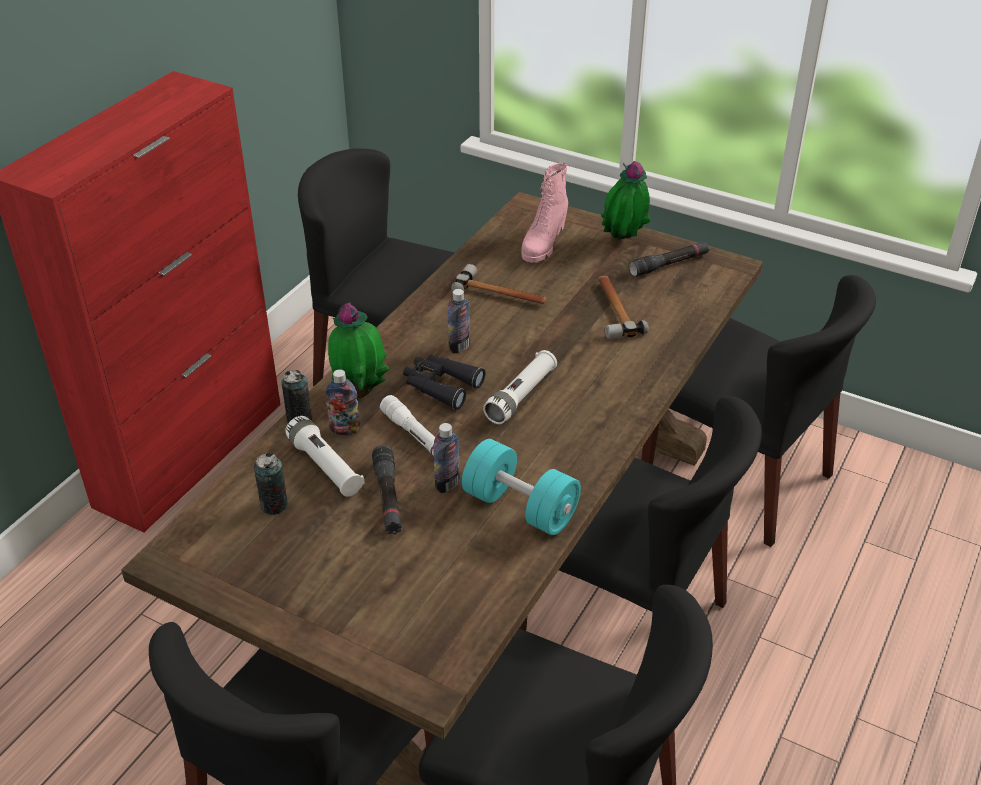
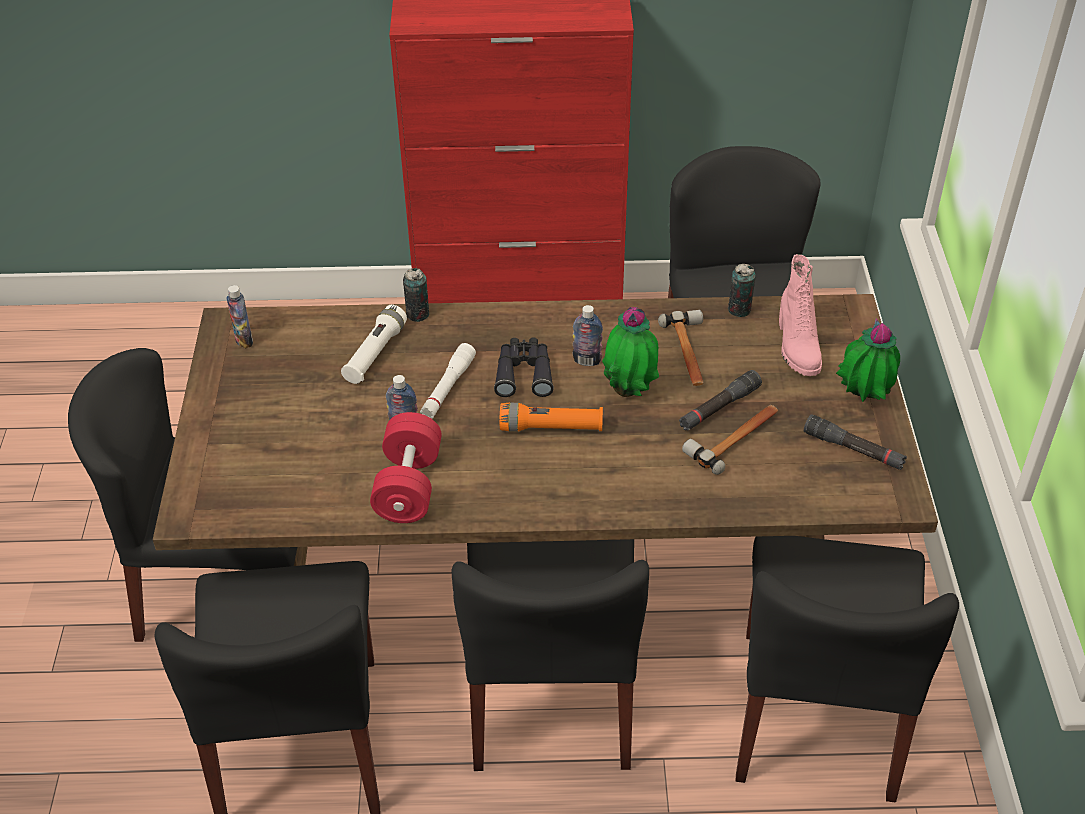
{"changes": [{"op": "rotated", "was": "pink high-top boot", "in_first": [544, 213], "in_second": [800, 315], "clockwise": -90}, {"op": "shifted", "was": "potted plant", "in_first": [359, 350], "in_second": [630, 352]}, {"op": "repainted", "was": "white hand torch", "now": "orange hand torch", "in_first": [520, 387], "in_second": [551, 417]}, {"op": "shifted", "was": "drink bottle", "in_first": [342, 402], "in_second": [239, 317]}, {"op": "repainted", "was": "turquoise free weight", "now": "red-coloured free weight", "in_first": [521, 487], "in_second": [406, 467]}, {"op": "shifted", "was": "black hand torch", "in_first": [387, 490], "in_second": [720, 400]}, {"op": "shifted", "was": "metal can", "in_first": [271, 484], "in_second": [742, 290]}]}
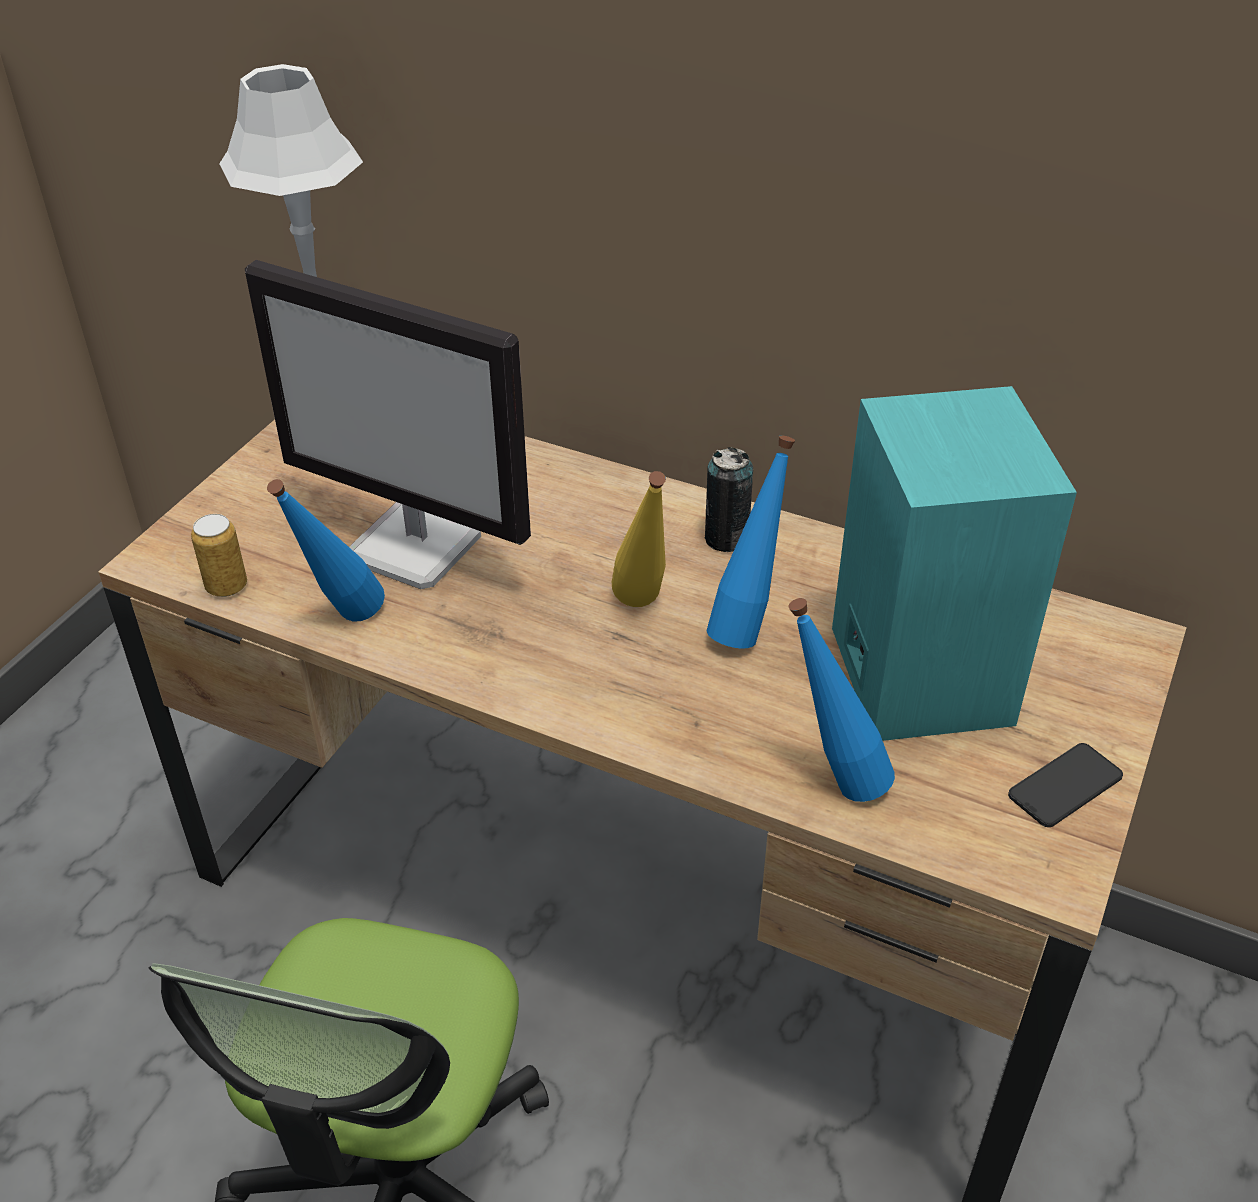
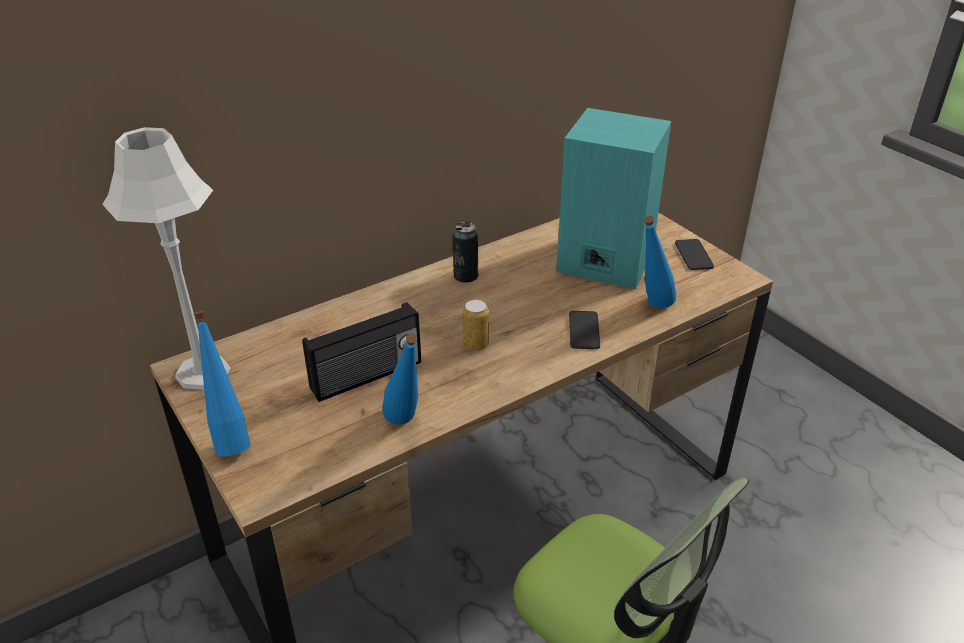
{"changes": [{"op": "swapped", "was": "monitor", "now": "radio set", "in_first": [388, 424], "in_second": [361, 352]}, {"op": "shifted", "was": "bluish drink bottle", "in_first": [751, 542], "in_second": [222, 383]}, {"op": "gone", "was": "yellowish drink bottle", "in_first": [639, 539]}, {"op": "shifted", "was": "metal can", "in_first": [219, 555], "in_second": [476, 325]}, {"op": "new", "now": "phone", "in_second": [584, 330]}]}
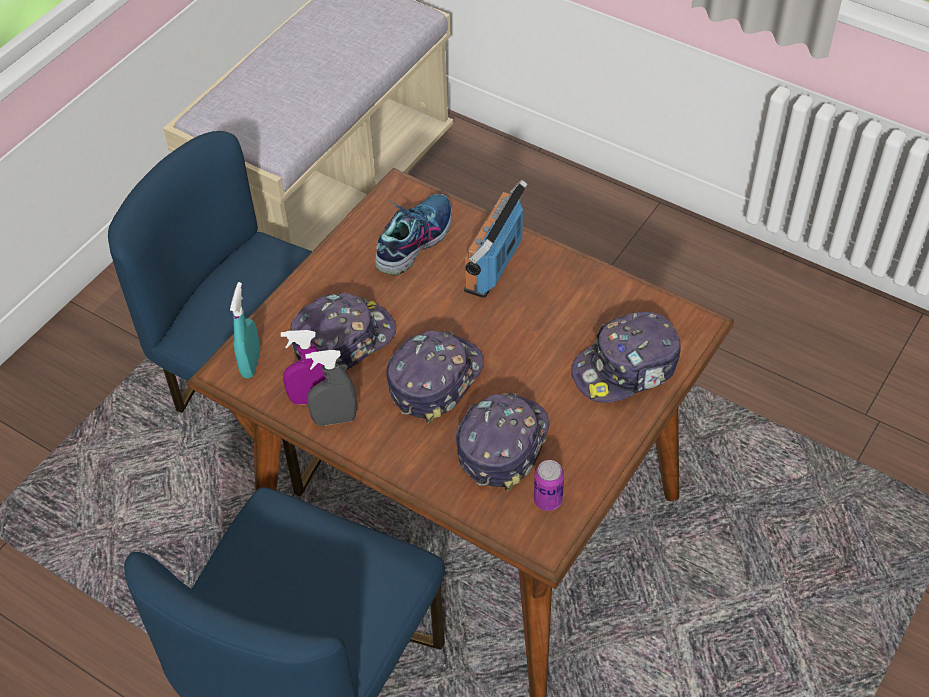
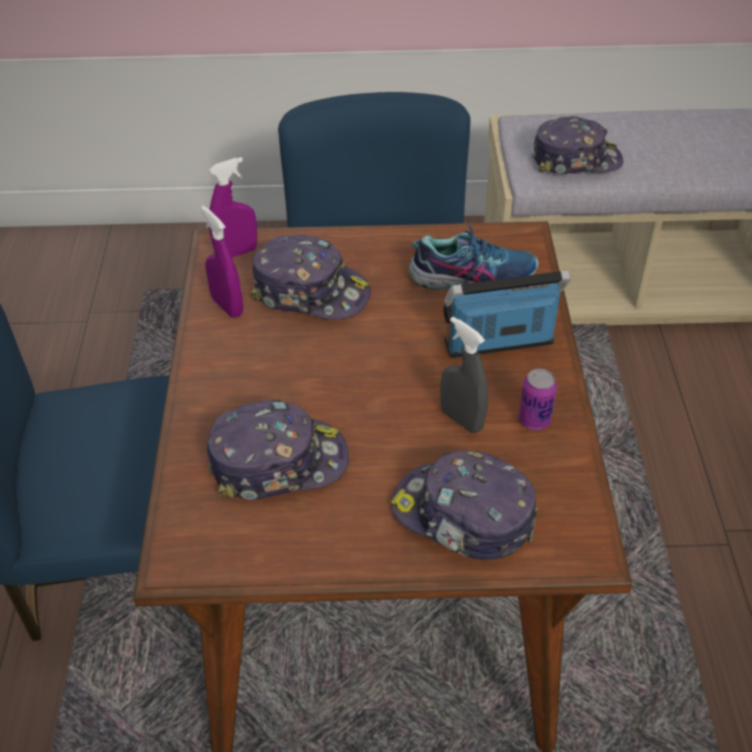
{"changes": [{"op": "repainted", "was": "turquoise sprayer", "now": "purple-coloured sprayer", "in_first": [245, 330], "in_second": [233, 207]}, {"op": "shifted", "was": "baseball cap", "in_first": [435, 377], "in_second": [577, 145]}, {"op": "shifted", "was": "greyish sprayer", "in_first": [331, 388], "in_second": [464, 375]}, {"op": "shifted", "was": "metal can", "in_first": [549, 485], "in_second": [538, 399]}]}
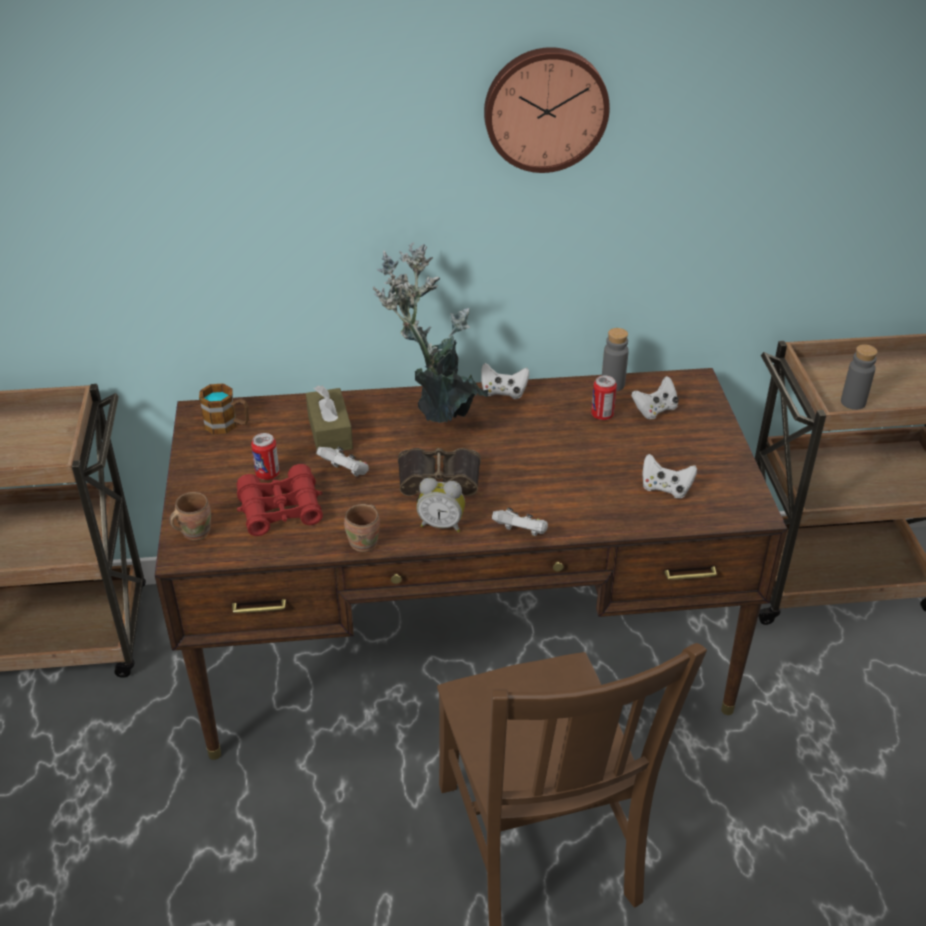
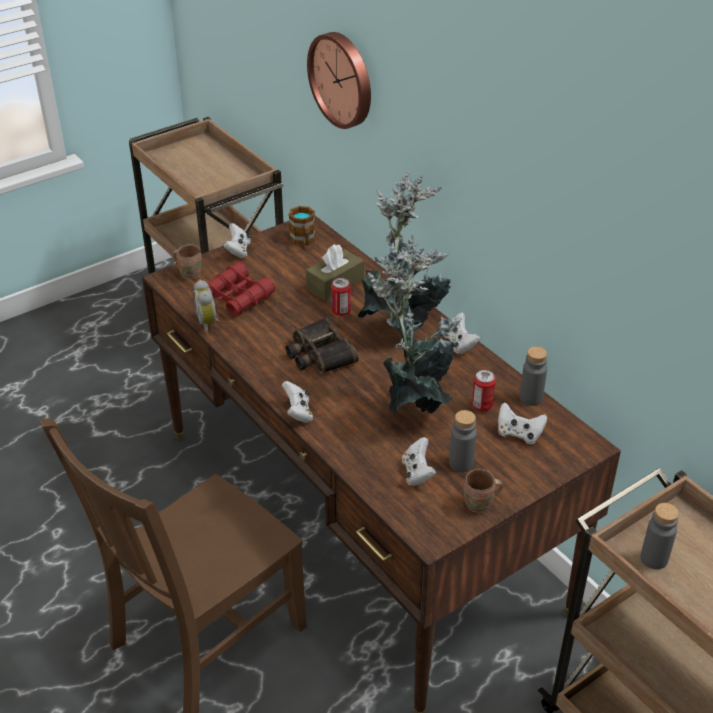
{"changes": [{"op": "shifted", "was": "clock on the wall", "in_first": [547, 110], "in_second": [339, 80]}, {"op": "shifted", "was": "metal can", "in_first": [265, 456], "in_second": [341, 297]}, {"op": "shifted", "was": "white joypad", "in_first": [342, 462], "in_second": [237, 240]}, {"op": "shifted", "was": "alarm clock", "in_first": [440, 505], "in_second": [206, 306]}, {"op": "shifted", "was": "brownish mug", "in_first": [362, 528], "in_second": [483, 491]}, {"op": "new", "now": "potted plant", "in_second": [414, 328]}, {"op": "new", "now": "greyish drink bottle", "in_second": [463, 441]}]}
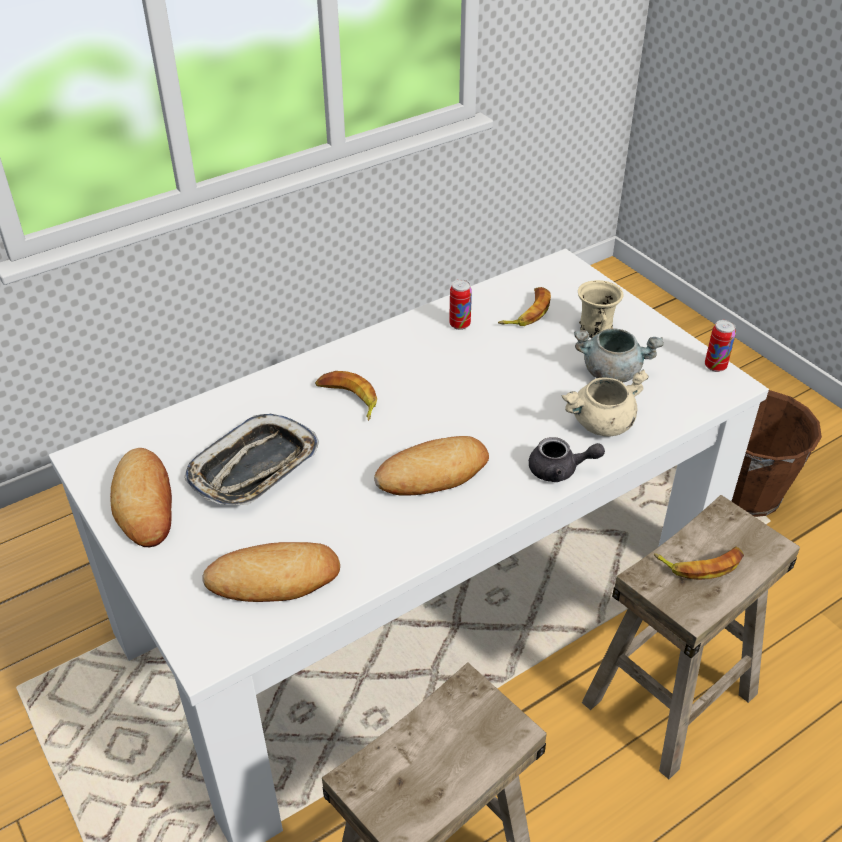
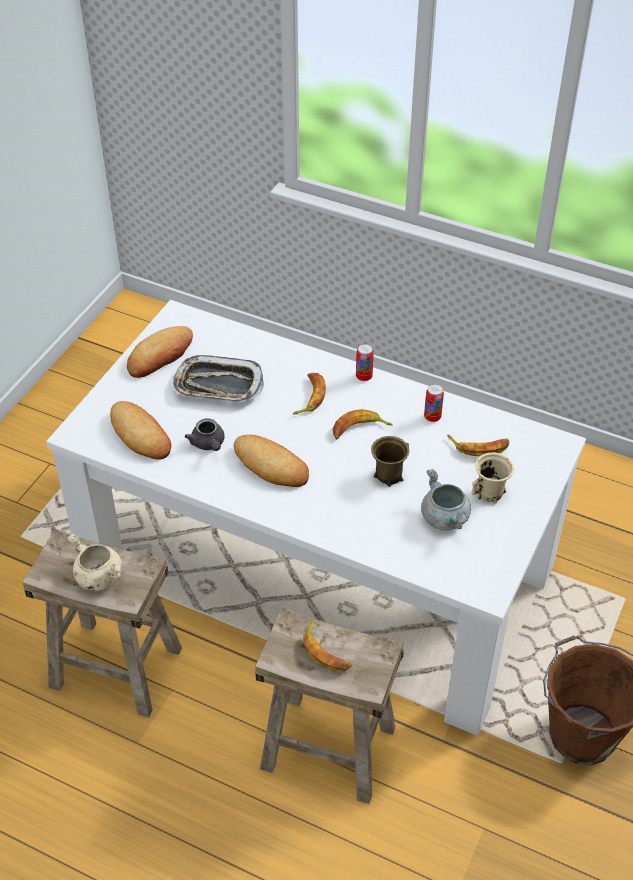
{"changes": [{"op": "shifted", "was": "metal can", "in_first": [720, 346], "in_second": [365, 362]}, {"op": "shifted", "was": "beige-coloured cooking pot", "in_first": [605, 403], "in_second": [95, 562]}, {"op": "shifted", "was": "greyish teapot", "in_first": [567, 459], "in_second": [205, 434]}, {"op": "new", "now": "banana", "in_second": [362, 424]}, {"op": "new", "now": "brownish mug", "in_second": [390, 461]}]}
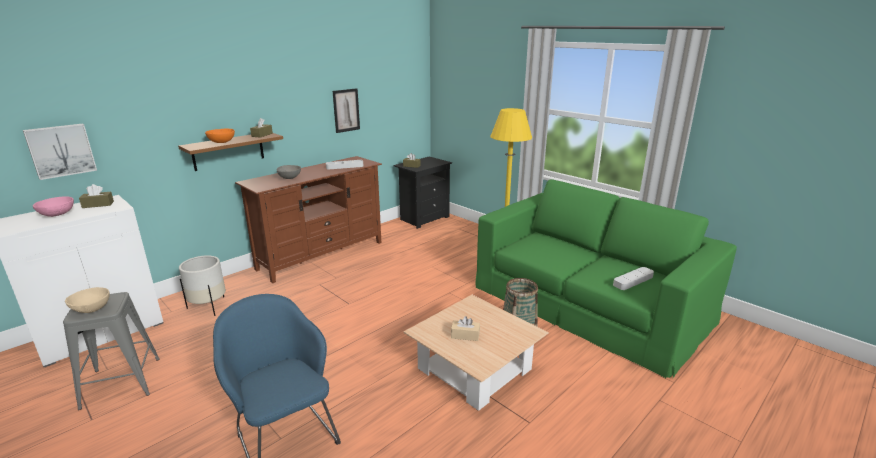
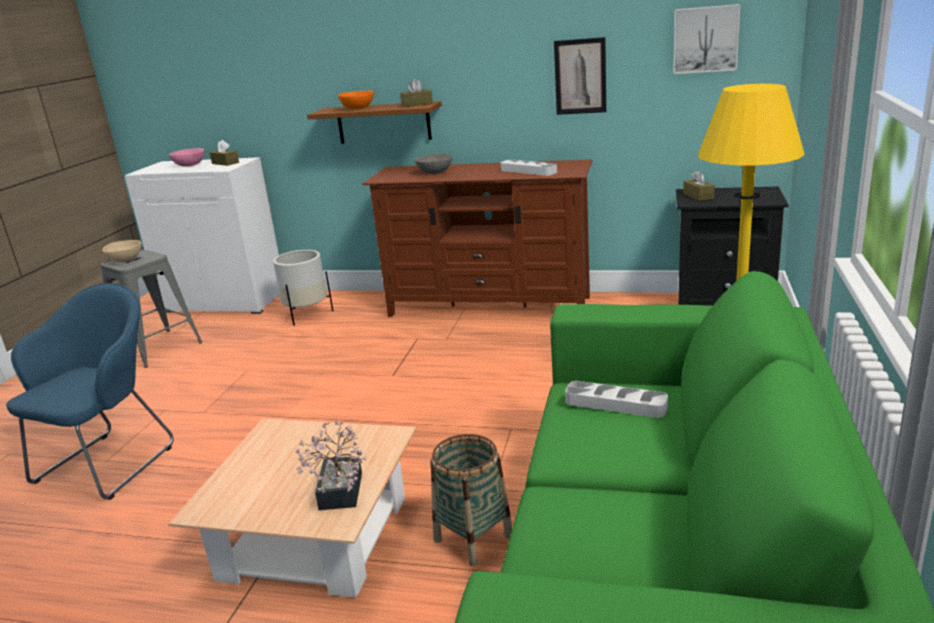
{"changes": [{"op": "shifted", "was": "wall art", "in_first": [60, 151], "in_second": [706, 39]}, {"op": "shifted", "was": "greyish tray", "in_first": [633, 278], "in_second": [616, 399]}, {"op": "gone", "was": "beige-coloured tissue holder", "in_first": [465, 328]}, {"op": "new", "now": "potted plant", "in_second": [331, 465]}]}
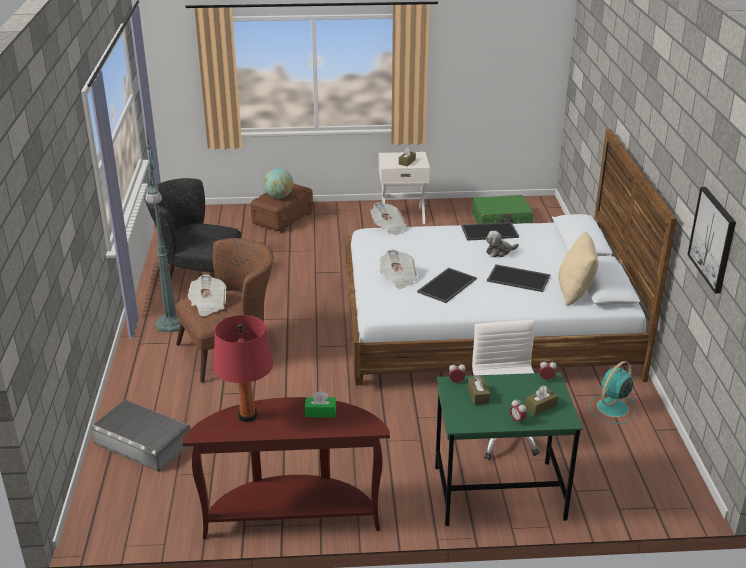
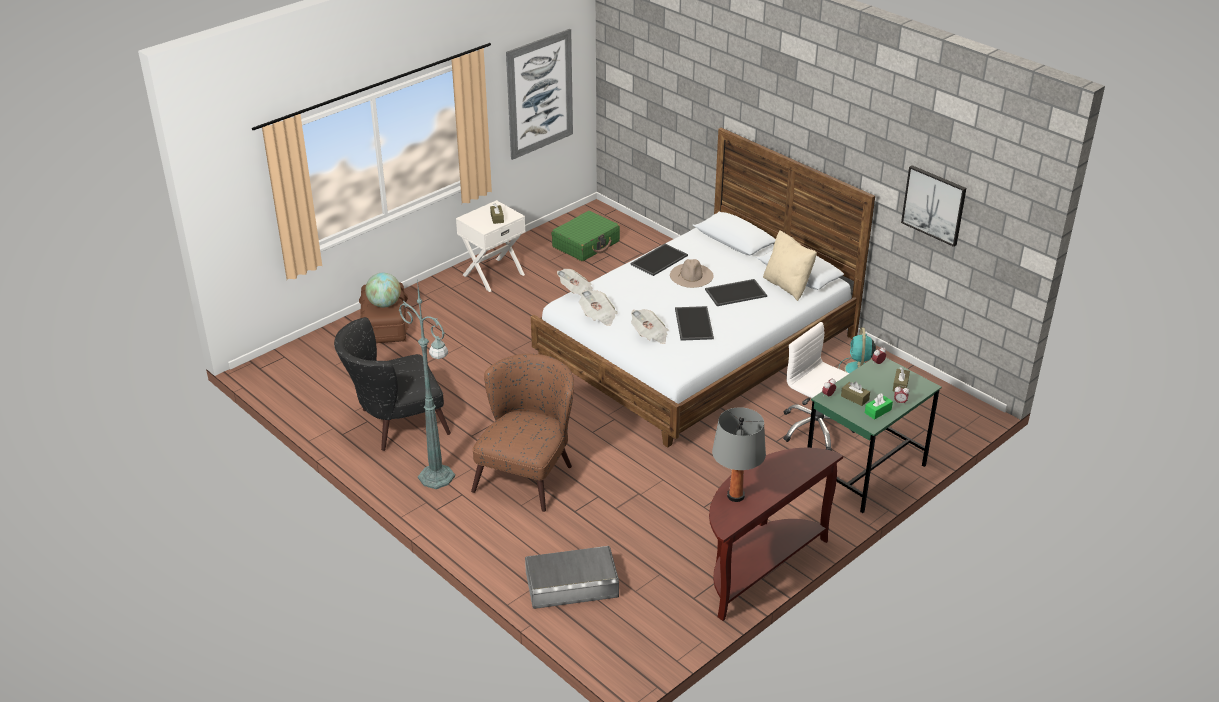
{"changes": [{"op": "swapped", "was": "plush toy", "now": "beige-coloured wearable hat", "in_first": [502, 244], "in_second": [692, 273]}, {"op": "shifted", "was": "daily paper", "in_first": [207, 295], "in_second": [598, 308]}, {"op": "repainted", "was": "red-coloured table lamp", "now": "greyish table lamp", "in_first": [243, 368], "in_second": [739, 454]}, {"op": "shifted", "was": "greenish tissue holder", "in_first": [320, 404], "in_second": [879, 406]}, {"op": "new", "now": "wall art", "in_second": [539, 94]}]}
